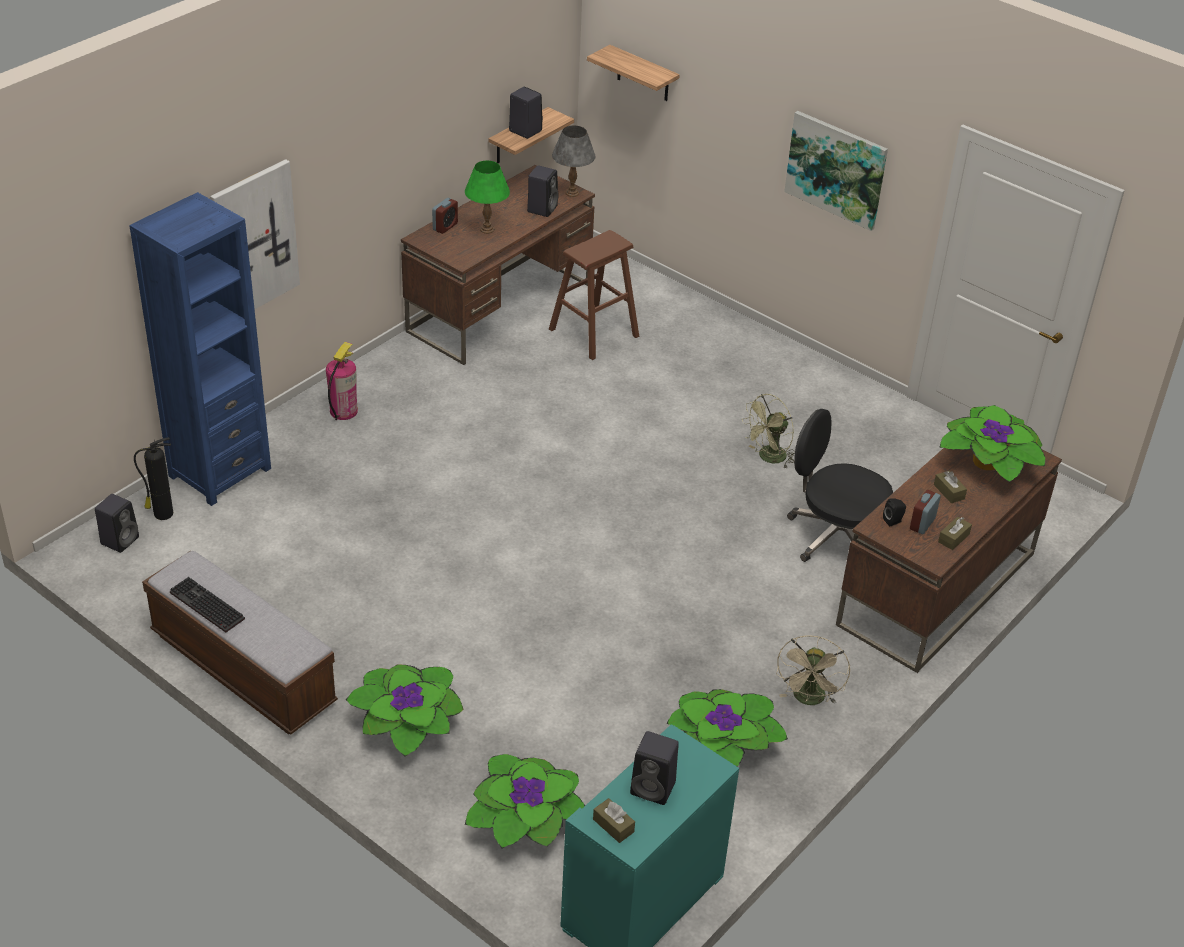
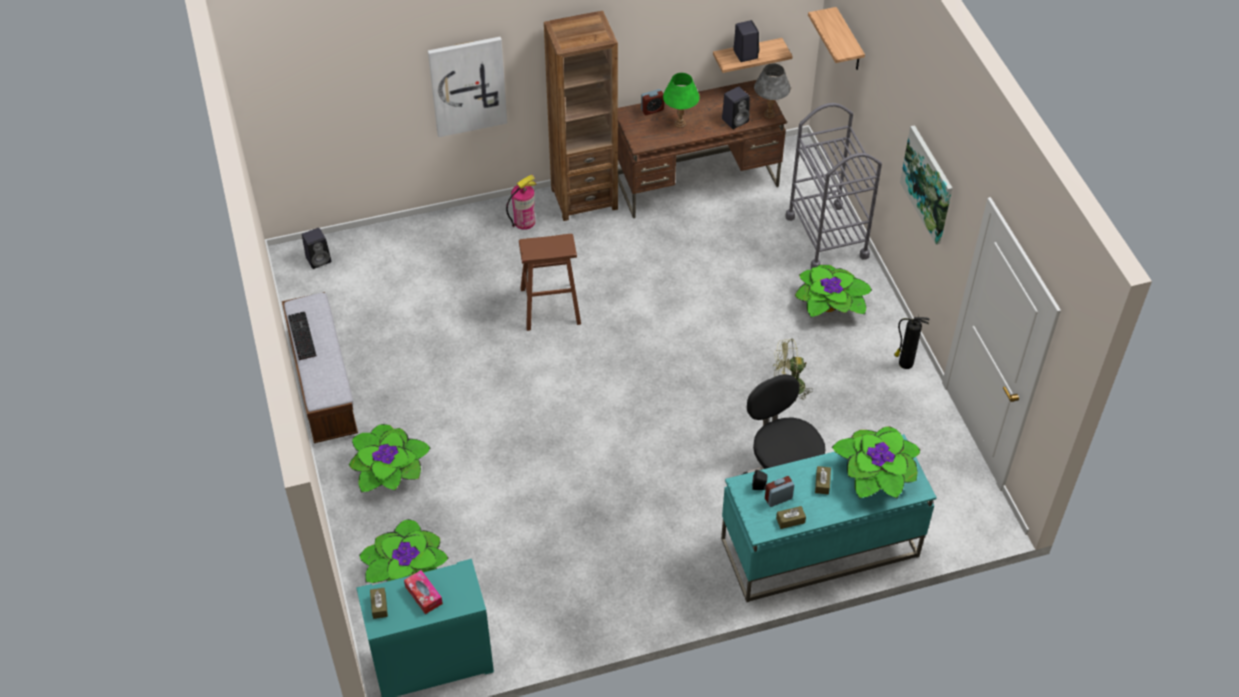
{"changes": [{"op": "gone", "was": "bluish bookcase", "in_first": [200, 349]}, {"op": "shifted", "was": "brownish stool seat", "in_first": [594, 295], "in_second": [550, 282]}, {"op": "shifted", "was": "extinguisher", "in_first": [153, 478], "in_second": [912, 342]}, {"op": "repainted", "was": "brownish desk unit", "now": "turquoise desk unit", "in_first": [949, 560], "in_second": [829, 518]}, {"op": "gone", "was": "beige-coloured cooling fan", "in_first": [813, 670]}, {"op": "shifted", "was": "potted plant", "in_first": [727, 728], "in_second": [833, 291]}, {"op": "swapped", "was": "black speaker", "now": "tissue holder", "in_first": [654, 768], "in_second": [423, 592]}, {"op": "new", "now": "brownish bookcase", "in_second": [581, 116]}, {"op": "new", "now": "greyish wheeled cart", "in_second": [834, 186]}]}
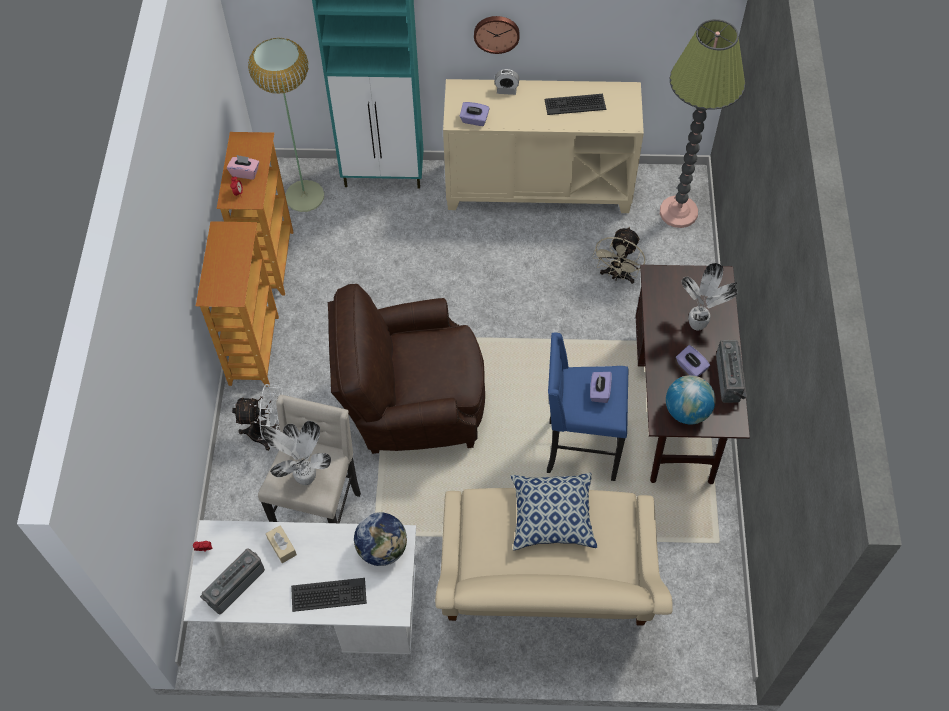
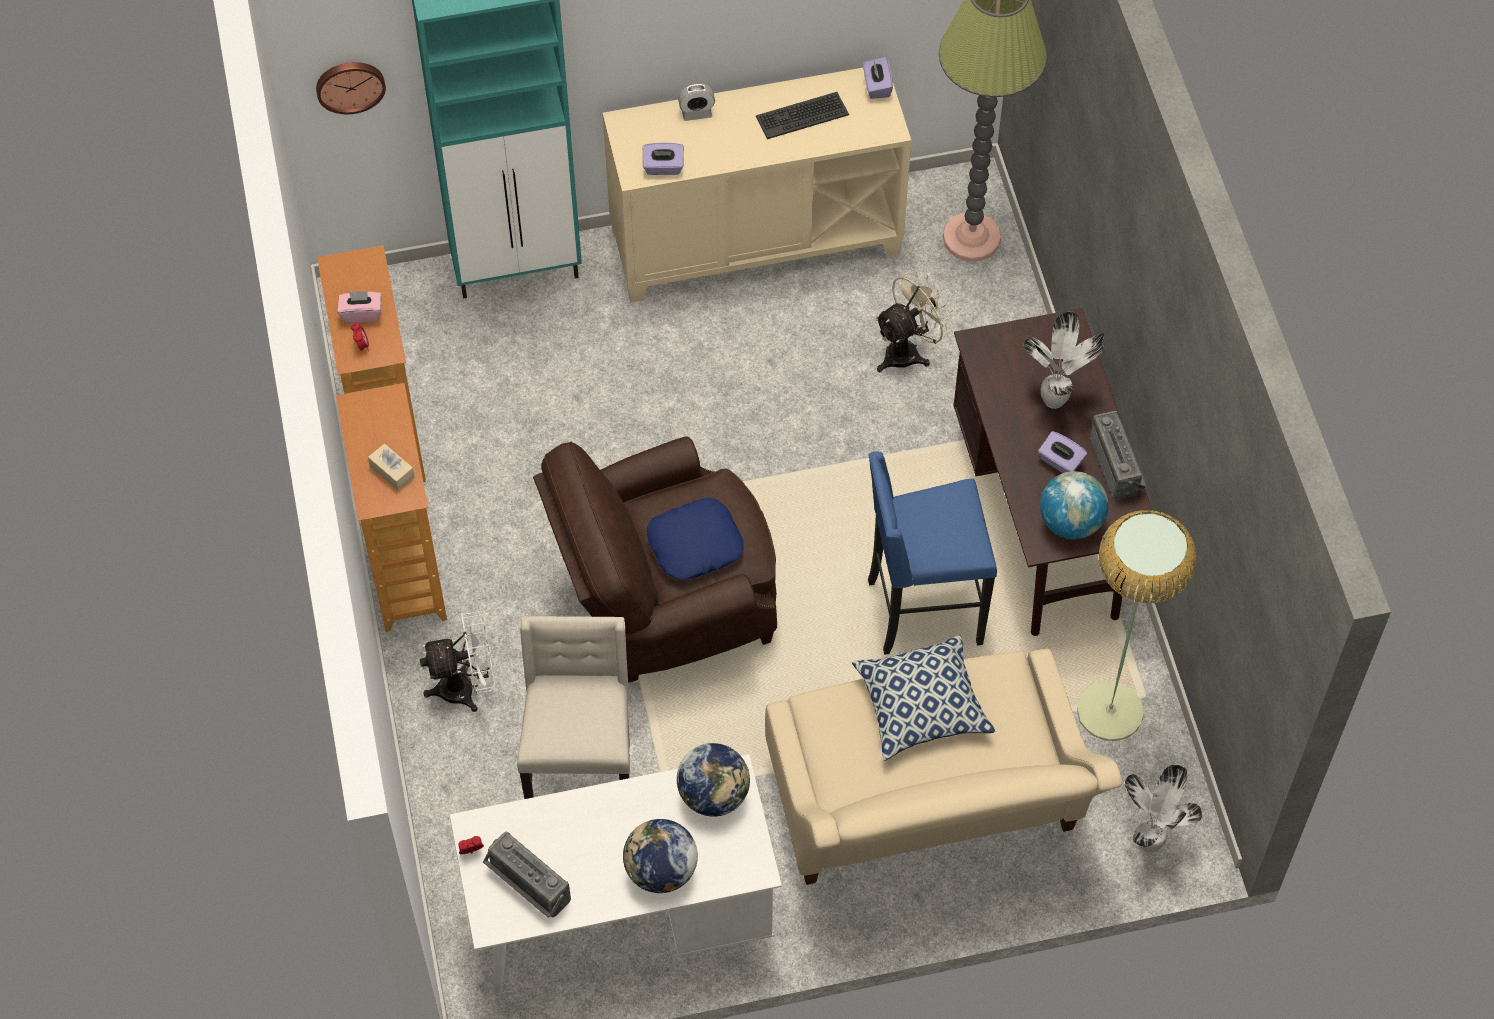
{"changes": [{"op": "shifted", "was": "clock on the wall", "in_first": [497, 35], "in_second": [351, 88]}, {"op": "shifted", "was": "floor lamp", "in_first": [286, 125], "in_second": [1136, 625]}, {"op": "rotated", "was": "beige-coloured cooling fan", "in_first": [618, 255], "in_second": [915, 320], "clockwise": -135}, {"op": "shifted", "was": "purple-coloured tissue holder", "in_first": [601, 387], "in_second": [878, 77]}, {"op": "shifted", "was": "potted plant", "in_first": [296, 453], "in_second": [1163, 808]}, {"op": "shifted", "was": "beige-coloured tissue holder", "in_first": [281, 544], "in_second": [391, 467]}, {"op": "rotated", "was": "radio set", "in_first": [232, 581], "in_second": [527, 875], "clockwise": -75}, {"op": "swapped", "was": "PC keyboard", "now": "world globe", "in_first": [329, 595], "in_second": [660, 856]}, {"op": "new", "now": "bluish pillow", "in_second": [695, 538]}]}
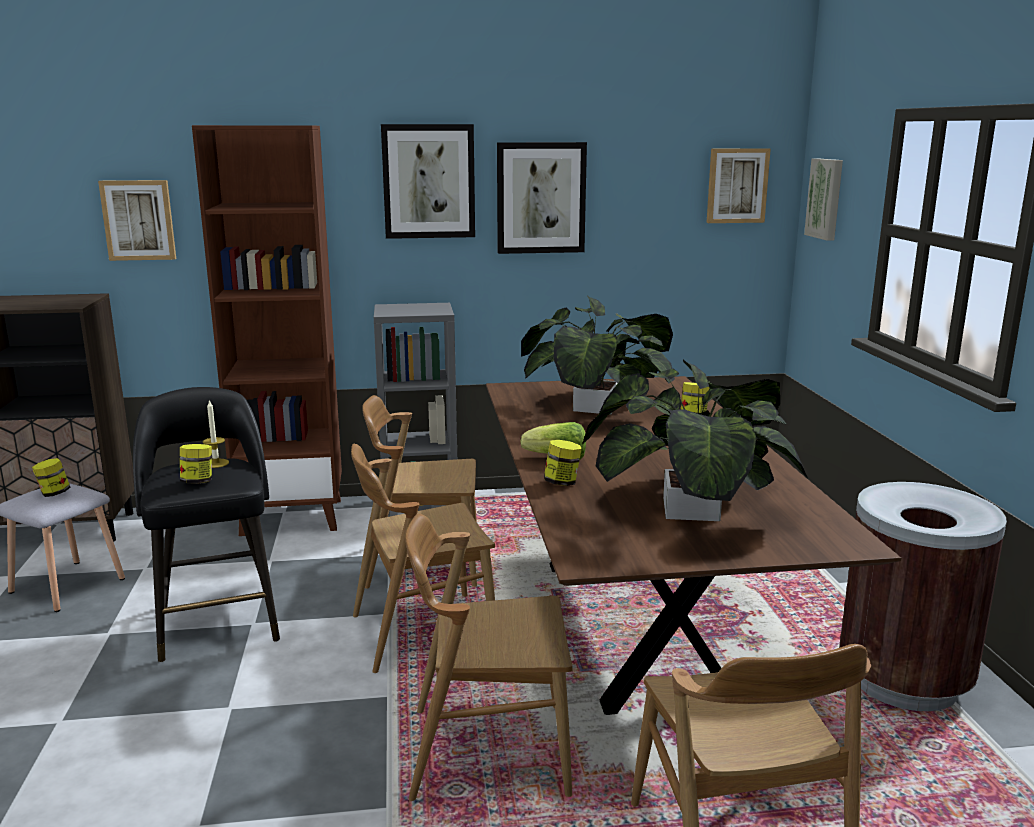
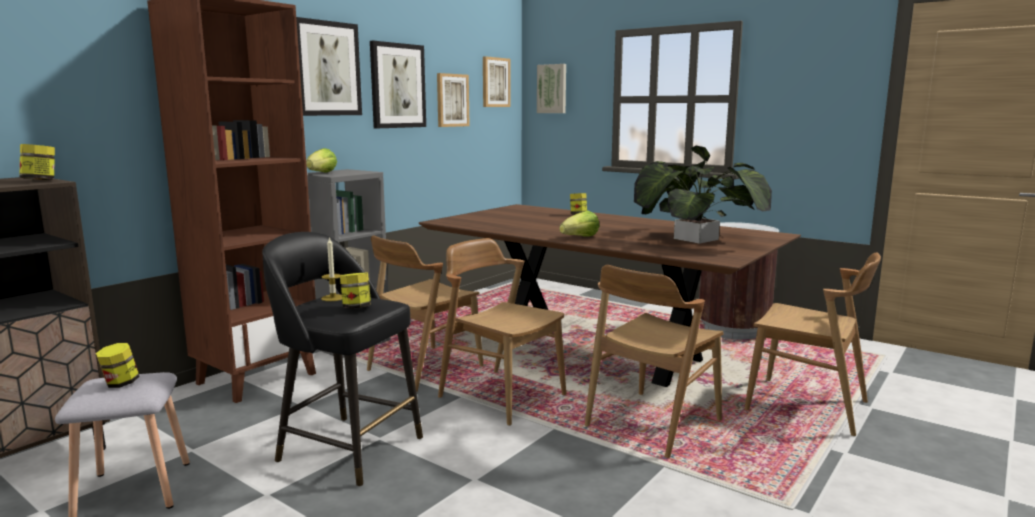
{"changes": [{"op": "shifted", "was": "wall art", "in_first": [137, 220], "in_second": [453, 100]}, {"op": "gone", "was": "potted plant", "in_first": [598, 355]}, {"op": "shifted", "was": "storage jar", "in_first": [563, 463], "in_second": [37, 162]}, {"op": "rotated", "was": "brownish plain chair", "in_first": [423, 558], "in_second": [502, 332], "clockwise": 105}, {"op": "new", "now": "head of lettuce", "in_second": [321, 160]}]}
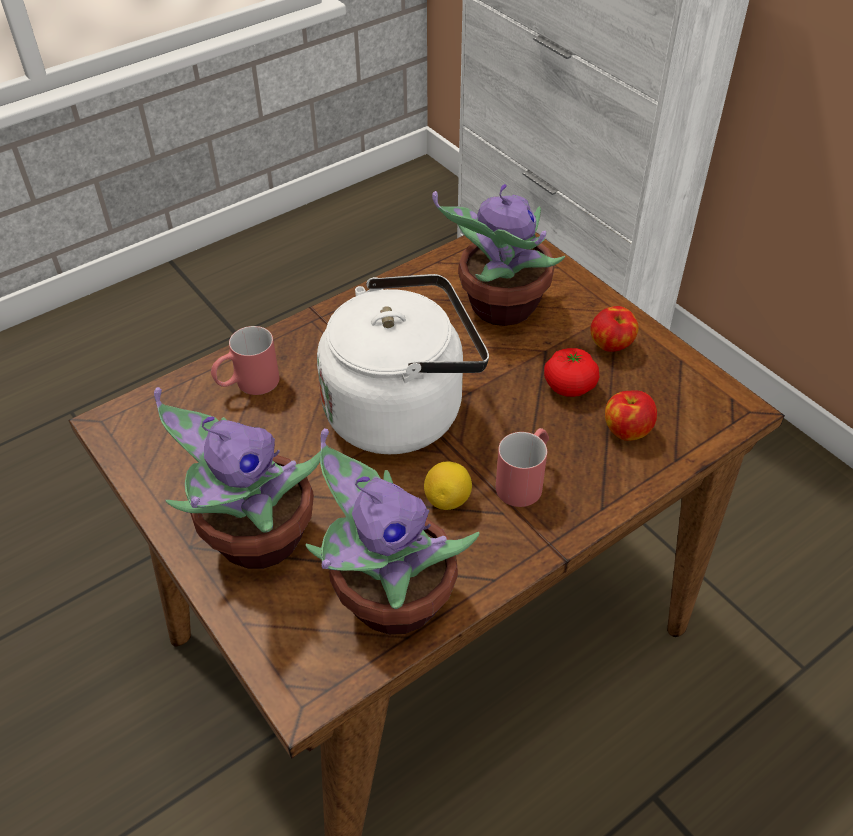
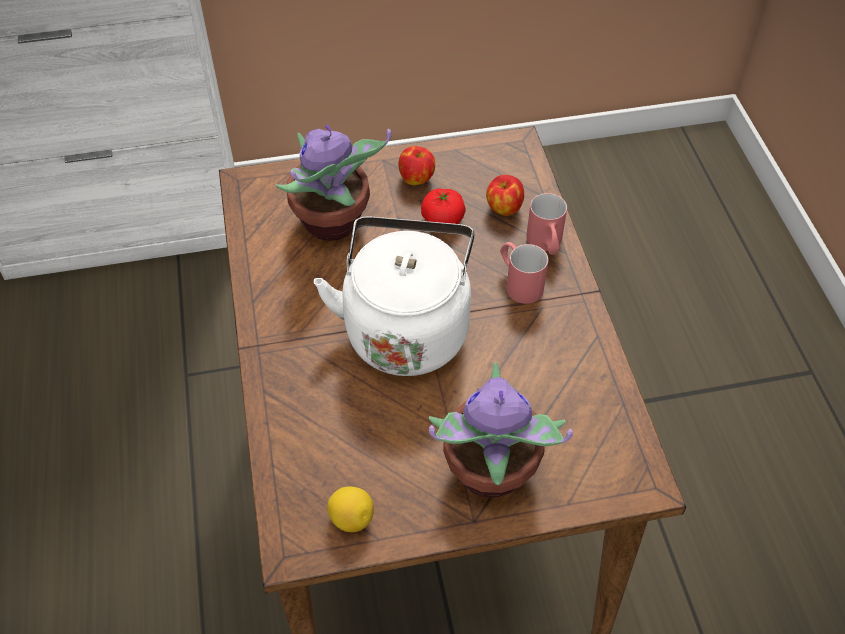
{"changes": [{"op": "shifted", "was": "red-coloured mug", "in_first": [245, 360], "in_second": [546, 224]}, {"op": "gone", "was": "potted plant", "in_first": [393, 531]}, {"op": "shifted", "was": "lemon", "in_first": [448, 485], "in_second": [350, 509]}]}
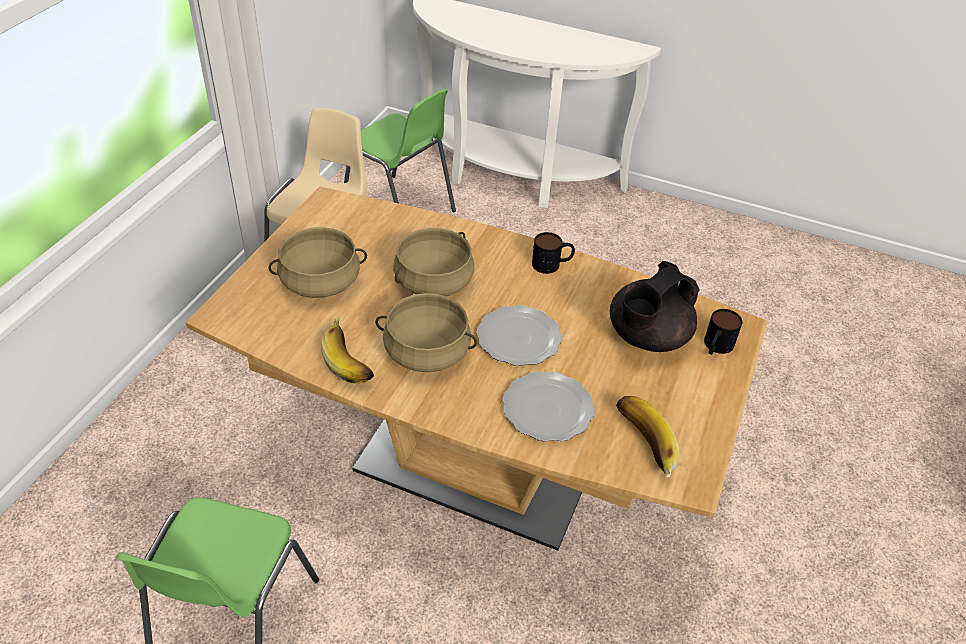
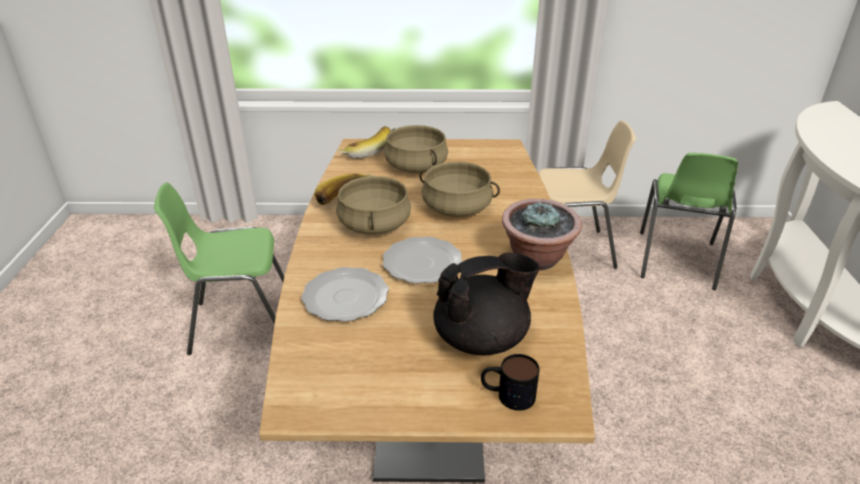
{"changes": [{"op": "swapped", "was": "mug", "now": "potted plant", "in_first": [553, 253], "in_second": [542, 234]}, {"op": "rotated", "was": "black teapot", "in_first": [654, 306], "in_second": [486, 304], "clockwise": 135}, {"op": "shifted", "was": "banana", "in_first": [647, 436], "in_second": [364, 142]}]}
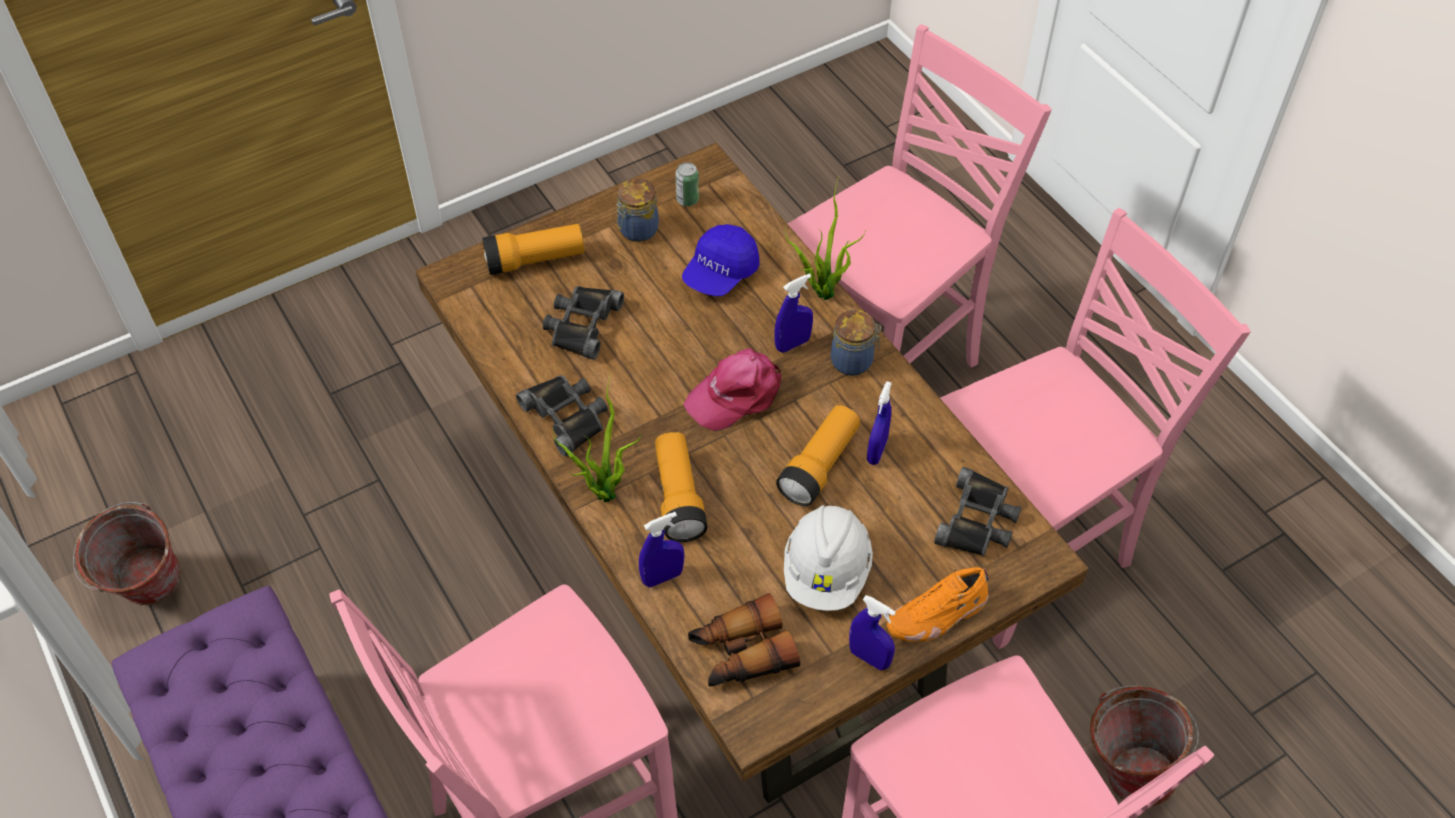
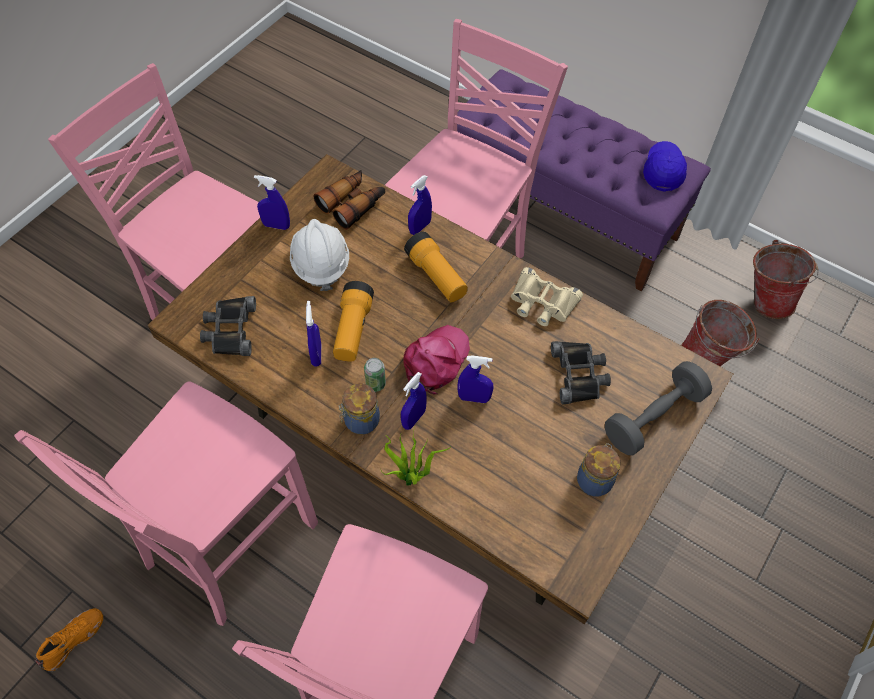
{"changes": [{"op": "shifted", "was": "metal can", "in_first": [687, 184], "in_second": [375, 375]}, {"op": "swapped", "was": "hand torch", "now": "greyish free weight", "in_first": [533, 249], "in_second": [658, 408]}, {"op": "shifted", "was": "bluish baseball cap", "in_first": [721, 260], "in_second": [665, 166]}, {"op": "repainted", "was": "black pair of binoculars", "now": "beige-coloured pair of binoculars", "in_first": [562, 415], "in_second": [547, 296]}, {"op": "gone", "was": "potted plant", "in_first": [597, 438]}, {"op": "shifted", "was": "orange shoe", "in_first": [938, 604], "in_second": [68, 639]}, {"op": "shifted", "was": "bucket", "in_first": [1144, 746], "in_second": [720, 333]}, {"op": "new", "now": "bluish sprayer", "in_second": [476, 379]}]}
